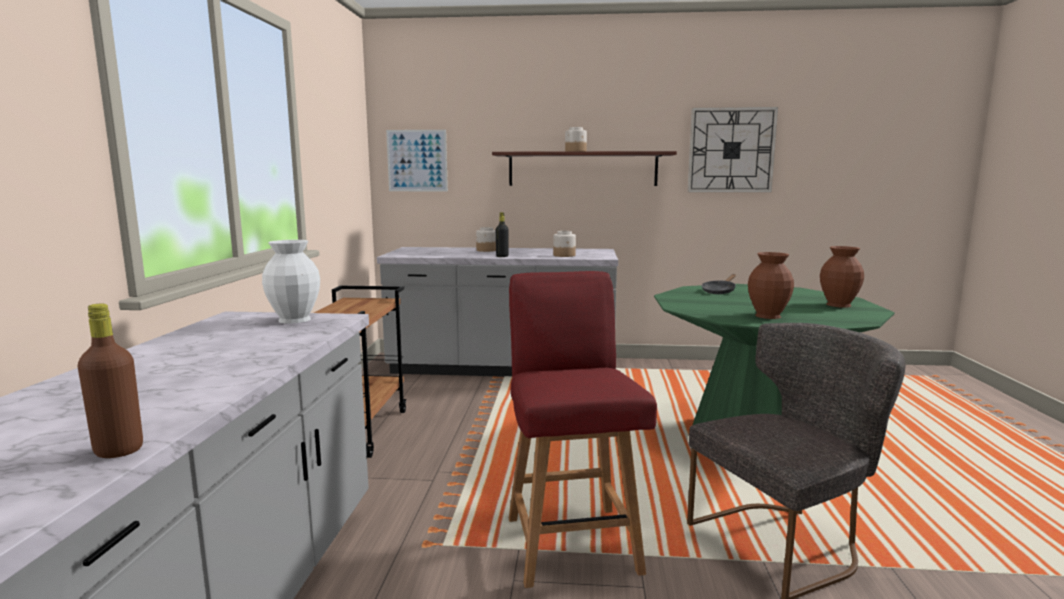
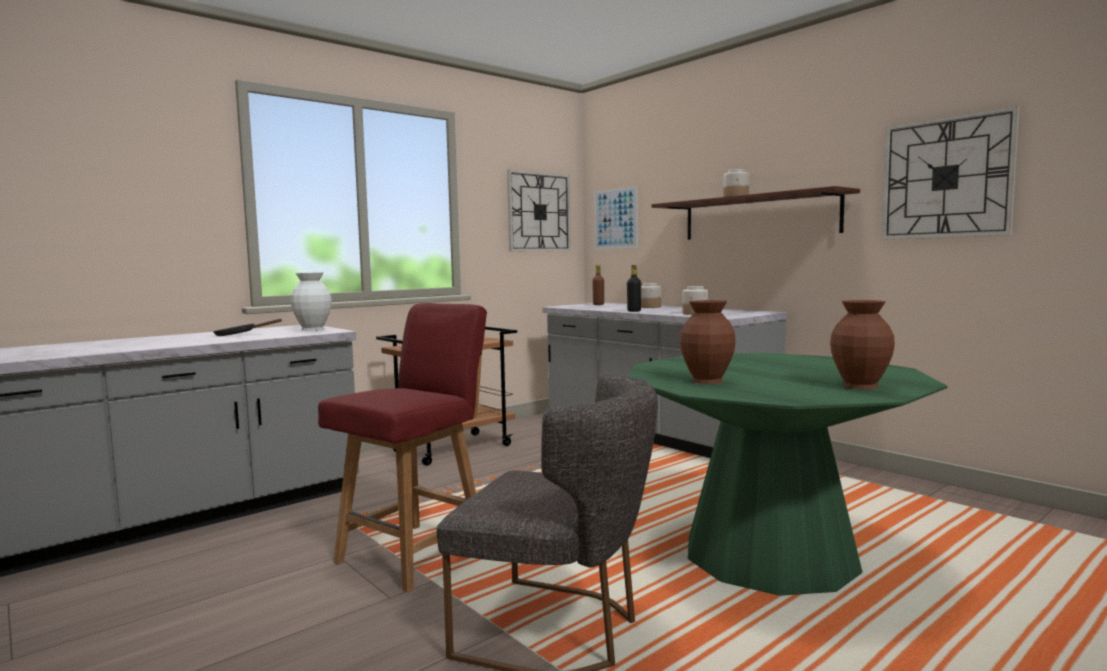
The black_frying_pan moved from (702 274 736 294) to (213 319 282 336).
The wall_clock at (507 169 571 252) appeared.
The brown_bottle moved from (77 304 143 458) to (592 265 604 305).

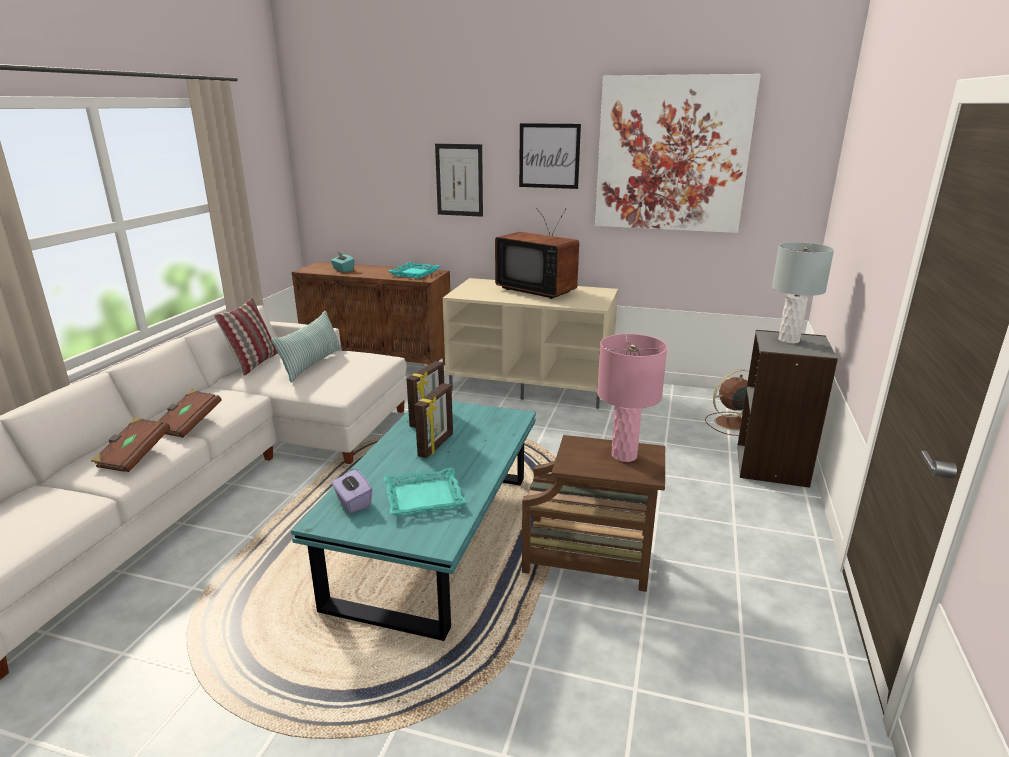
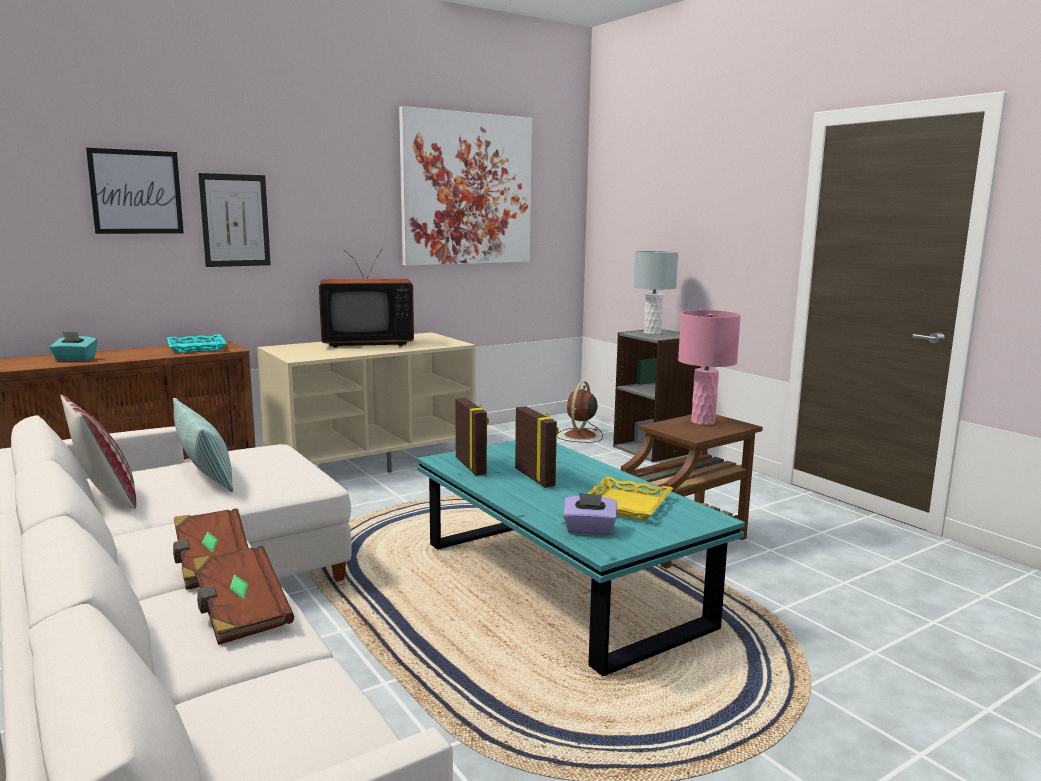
The picture moved from (519 123 581 189) to (86 148 184 234).
The turquoise_tray at (384 468 466 516) became the yellow_tray at (588 477 673 521).

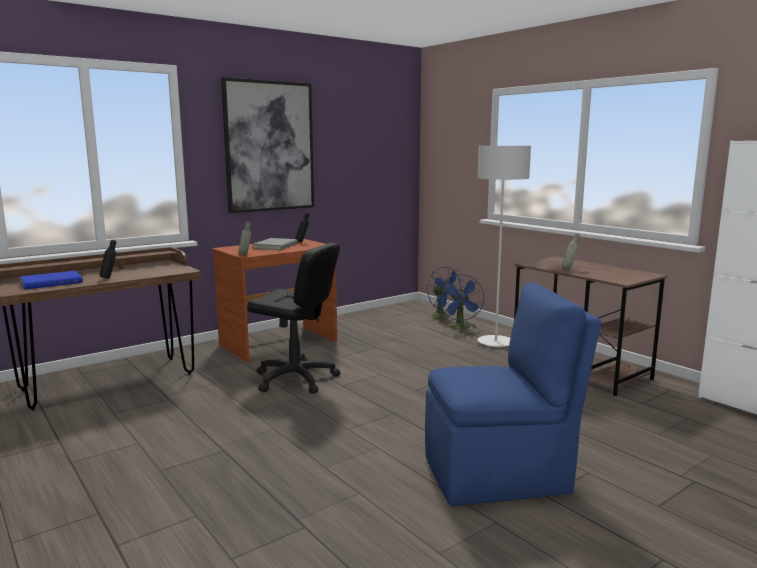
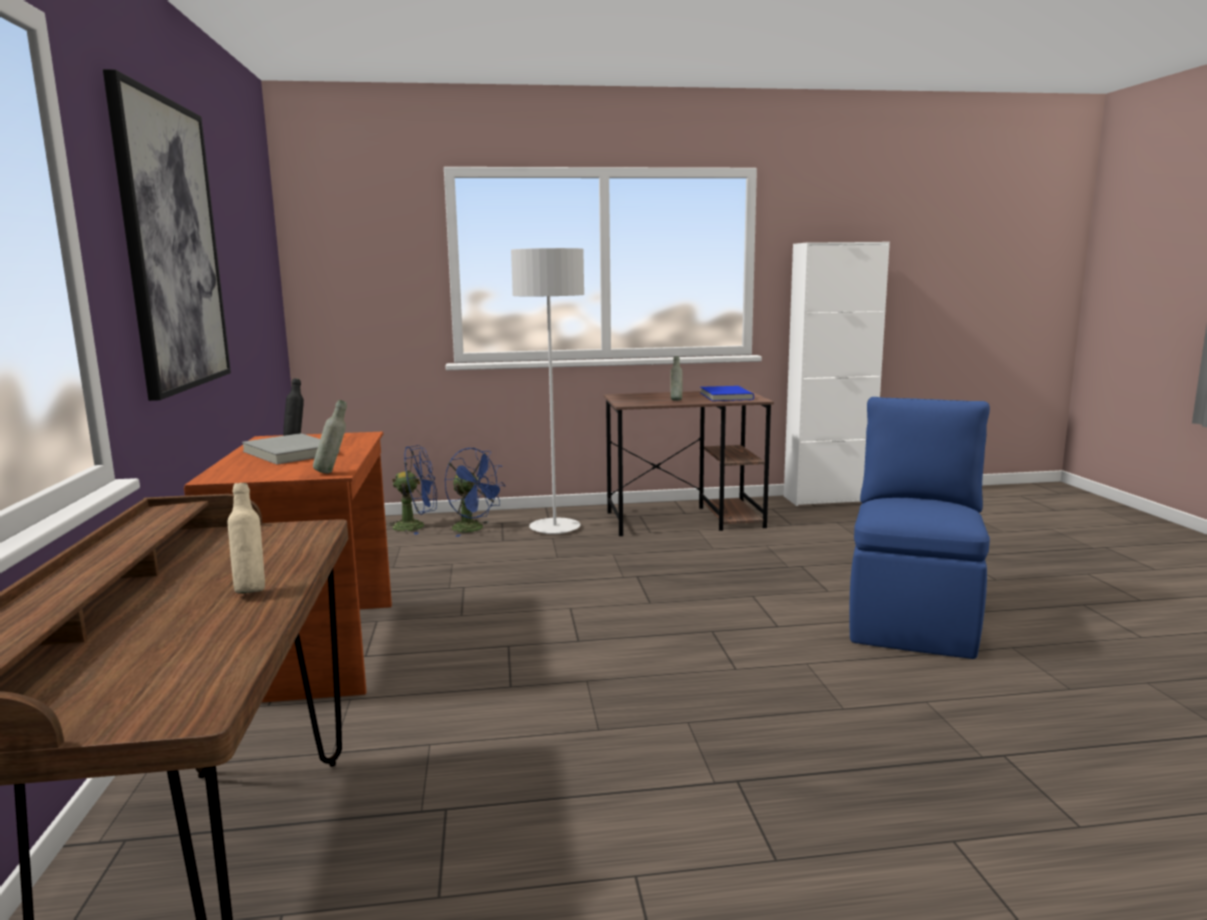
The black_bottle at (99 240 116 279) became the beige_bottle at (228 483 265 593).
The blue_book moved from (20 271 83 289) to (701 386 754 401).
The black_office_chair at (247 243 340 394) disappeared.

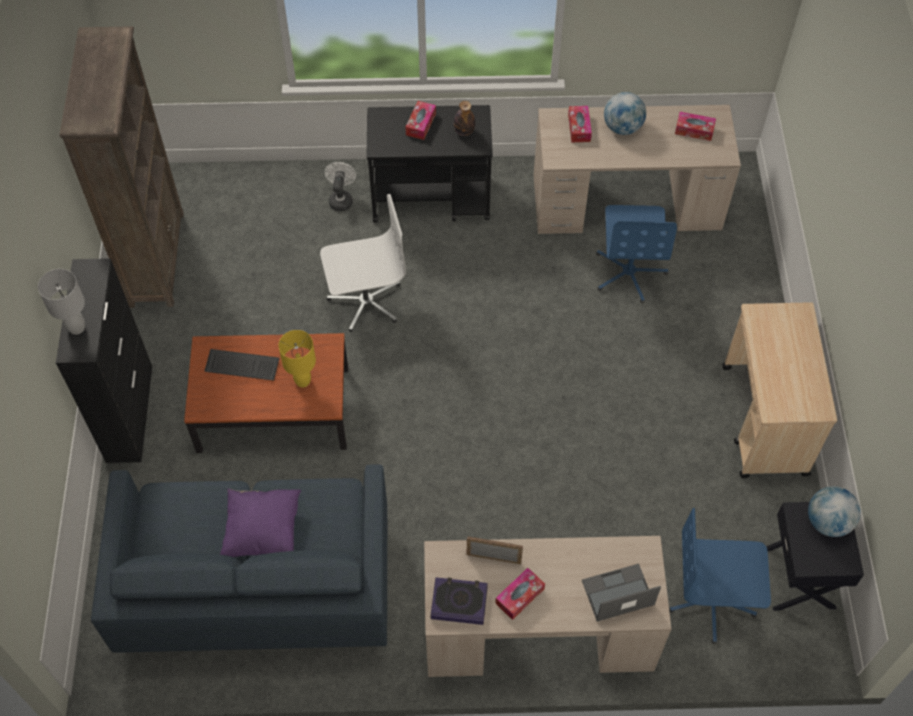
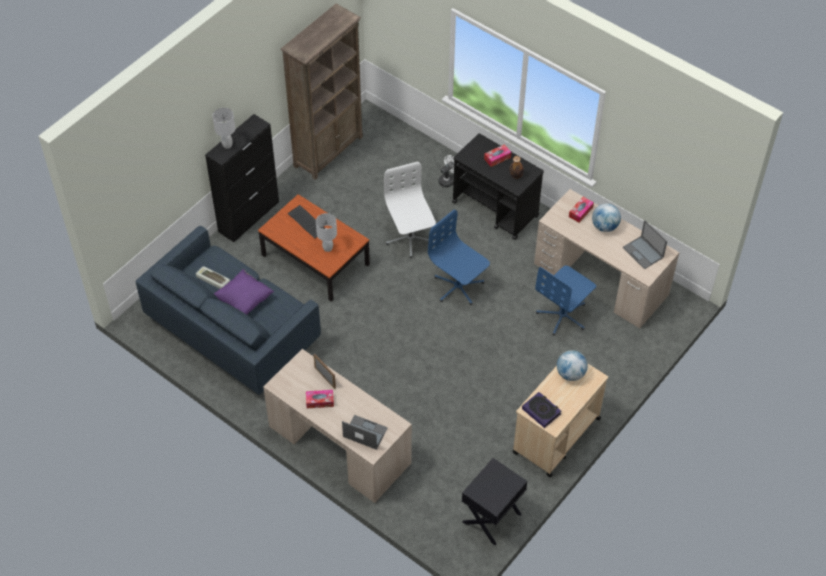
The keyboard at (196 266 230 289) appeared.
The yellow_table_lamp at (279 330 316 388) became the white_table_lamp at (316 213 337 252).
The white_office_chair at (320 194 406 332) turned 135 degrees counterclockwise.
The blue_office_chair moved from (669 508 771 644) to (428 210 490 305).
The book moved from (430 577 488 625) to (522 392 562 428).
The globe moved from (808 486 861 537) to (557 350 588 381).
The tissue_box at (675 112 716 141) was replaced by the laptop at (623 220 667 269).

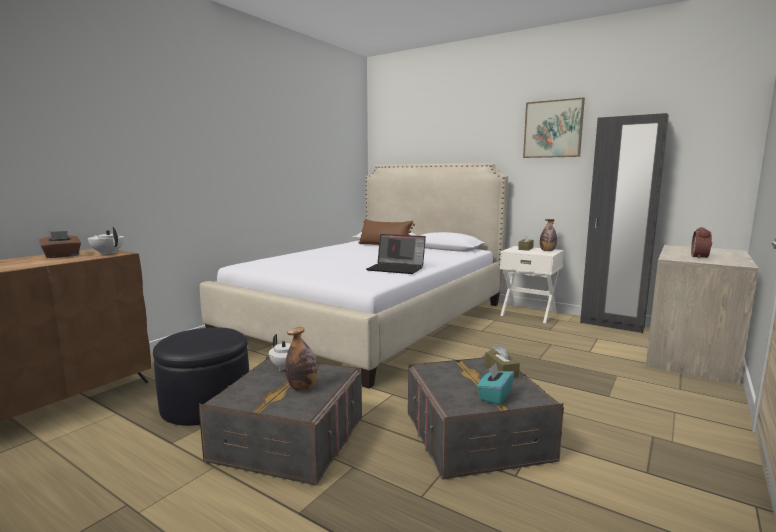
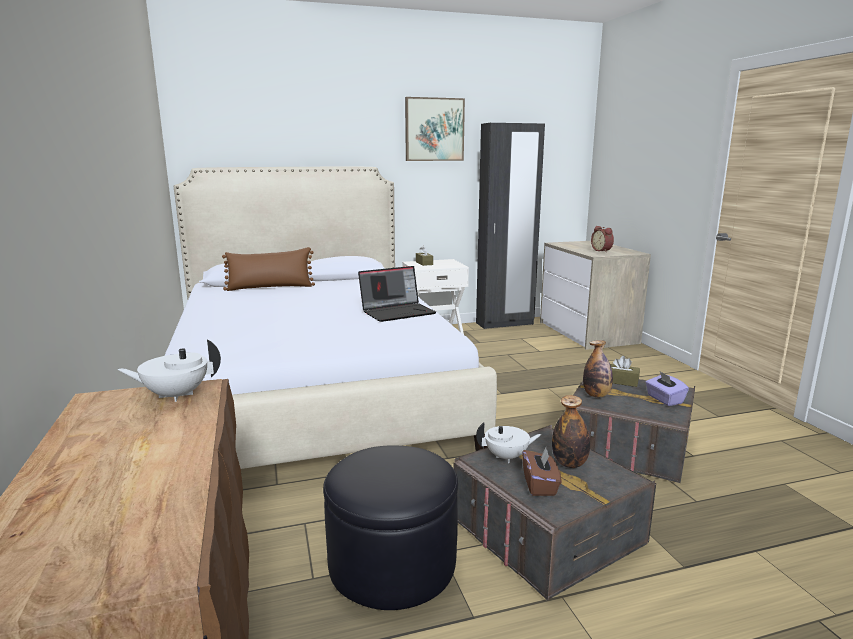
The brown_tissue_box moved from (39 231 81 258) to (522 448 562 496).
The bottle moved from (540 219 557 251) to (583 340 613 397).
The turquoise_tissue_box at (477 363 514 405) became the purple_tissue_box at (646 371 689 406).

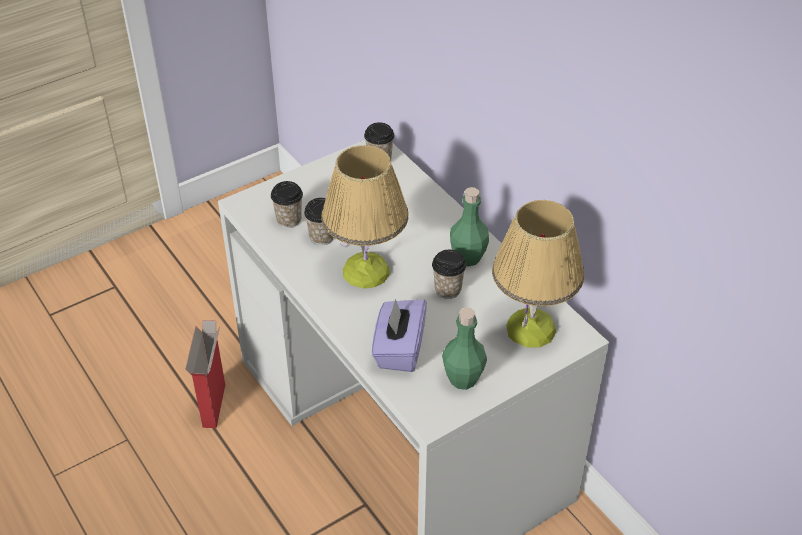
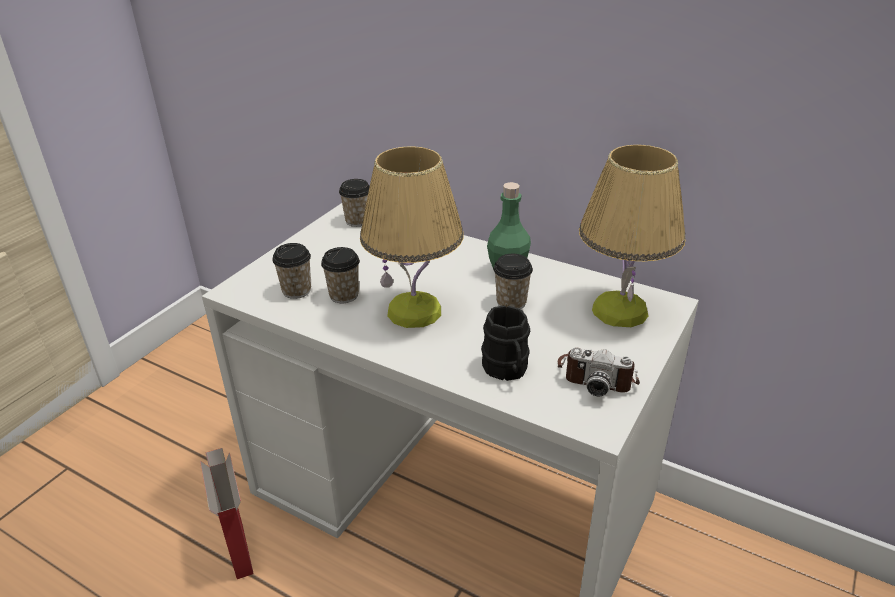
The purple_tissue_box at (372 299 427 372) was replaced by the black_mug at (481 305 530 381).
The green_bottle at (442 307 487 390) was replaced by the photo_camera at (558 347 640 396).

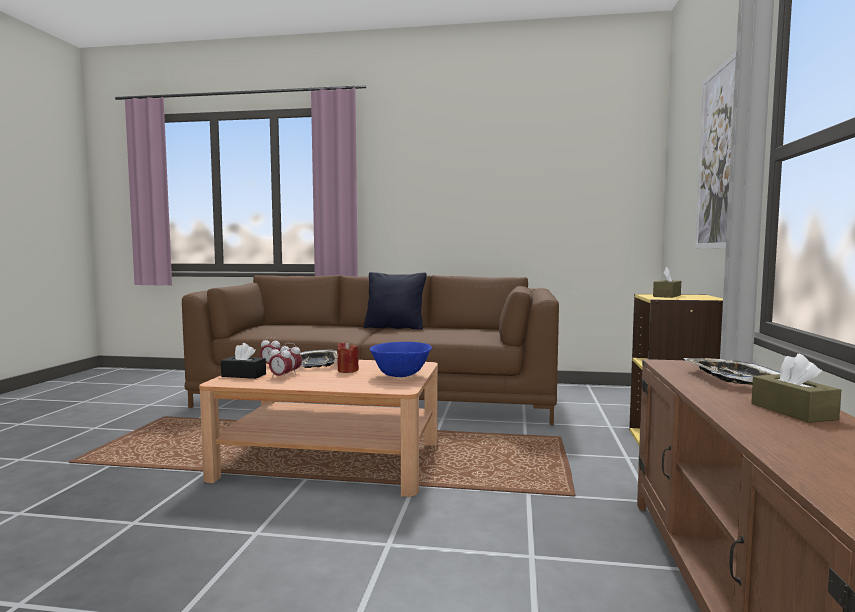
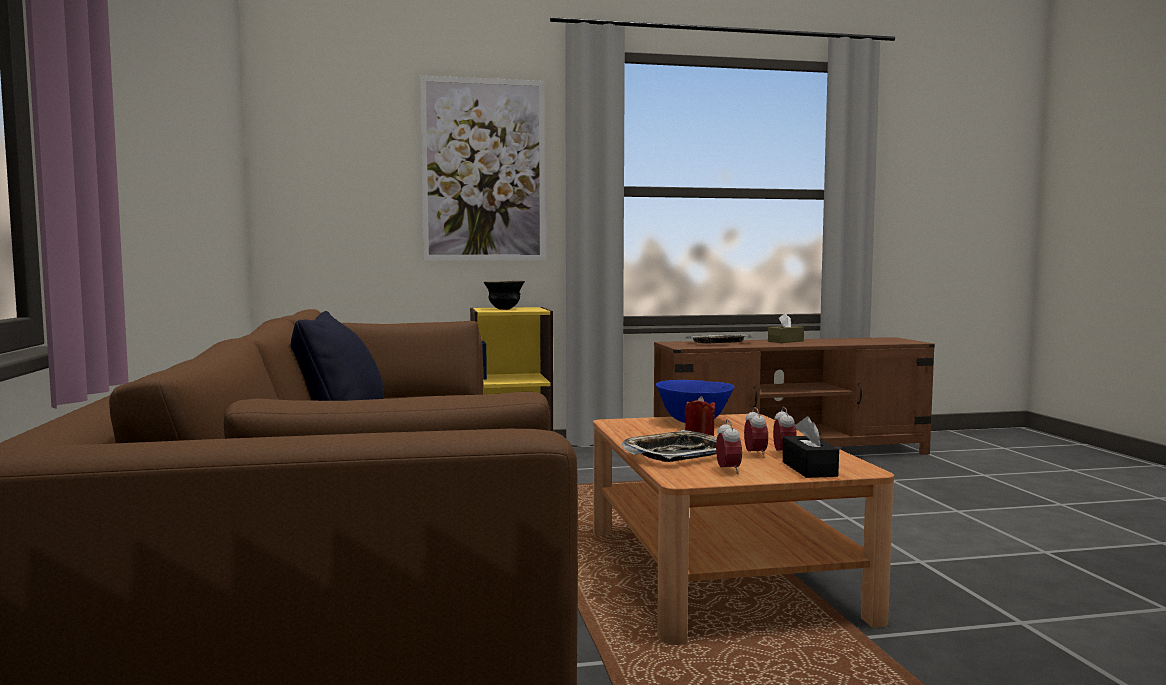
The brown_tissue_box at (653 267 681 298) was replaced by the black_bowl at (484 281 525 310).

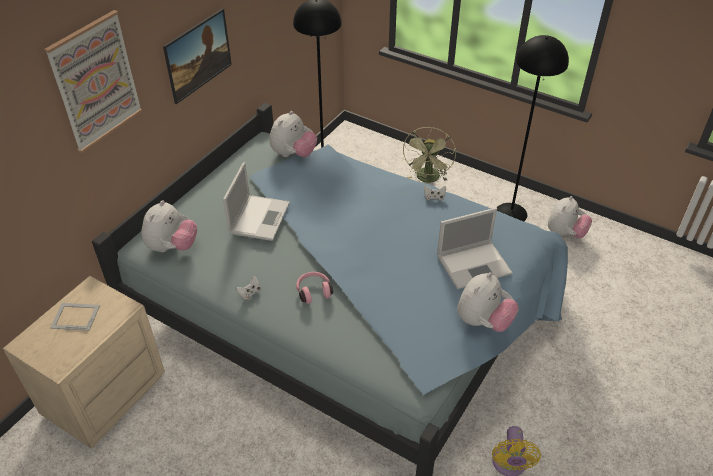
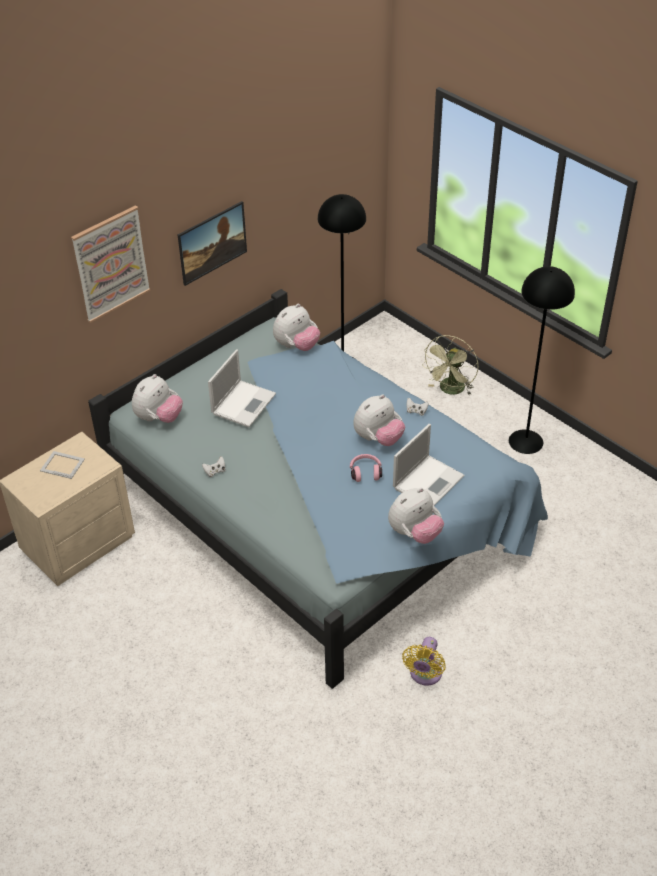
The pink_headphones moved from (296 272 333 304) to (350 454 382 482).
The plush_toy moved from (548 196 592 238) to (353 394 405 446).
The laptop at (437 208 513 289) turned 45 degrees counterclockwise.

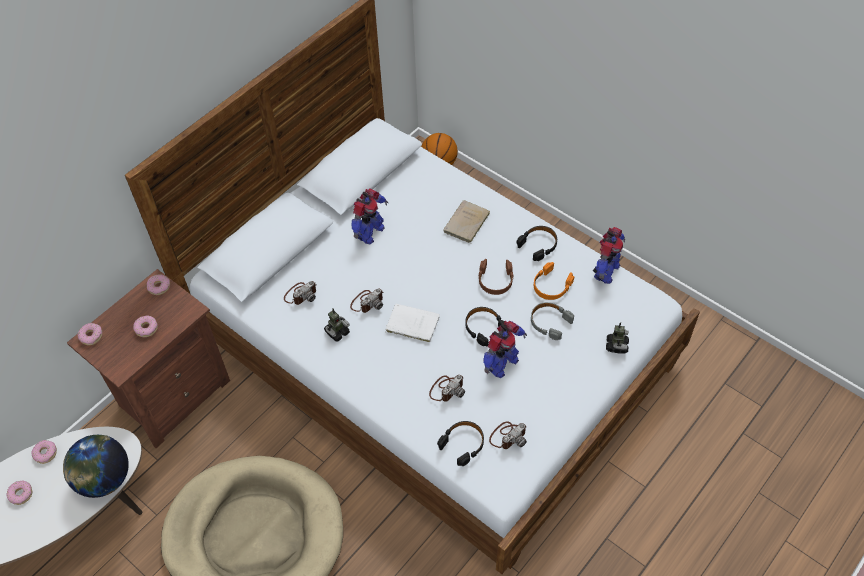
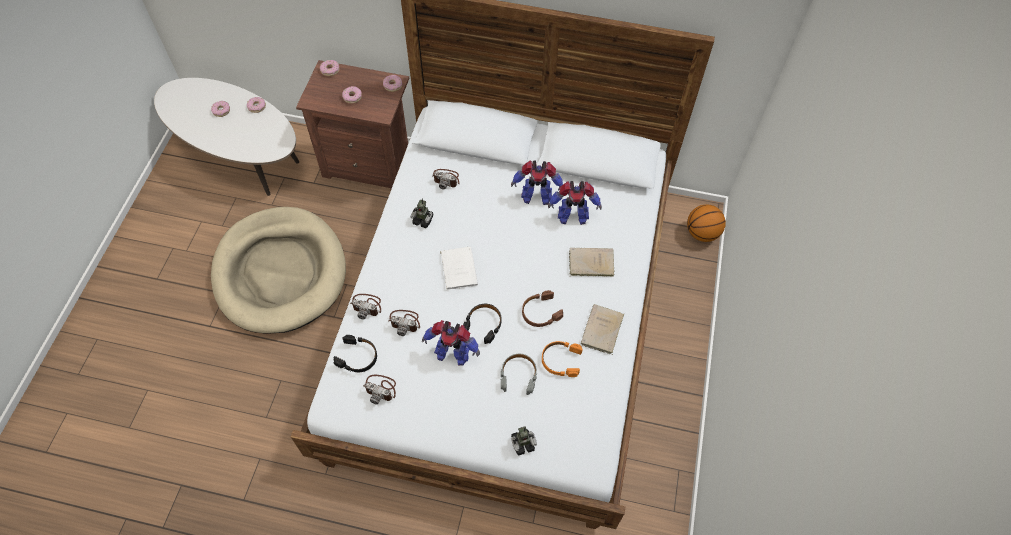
The photo_camera moved from (350 289 383 313) to (350 294 381 320).
The toy_robot moved from (593 227 625 284) to (548 181 602 225).
The black_headphones at (517 226 557 261) was replaced by the beige_book at (581 304 624 355).
The globe at (63 435 129 498) disappeared.

